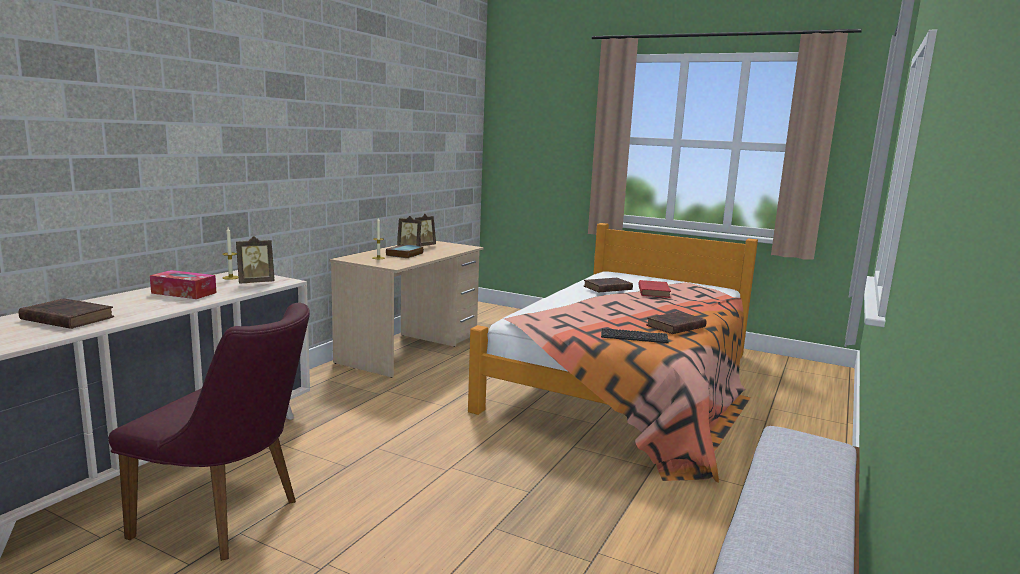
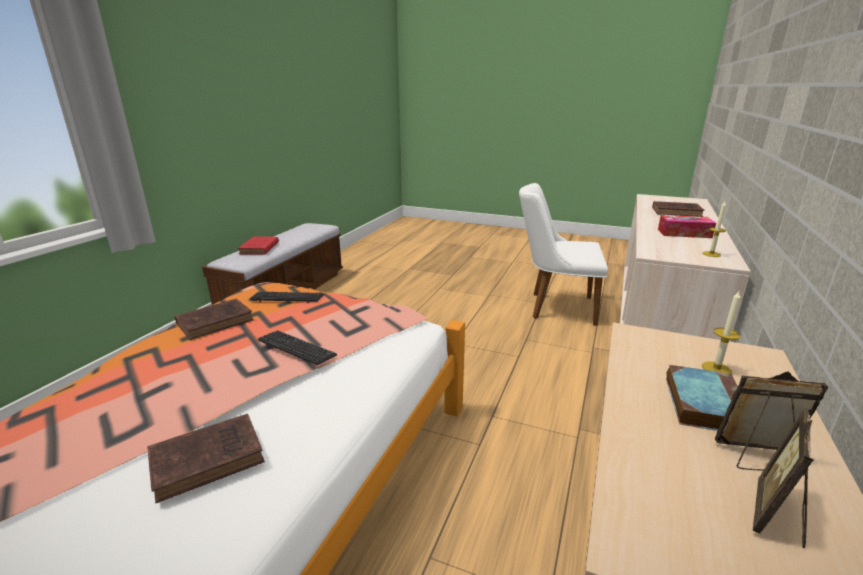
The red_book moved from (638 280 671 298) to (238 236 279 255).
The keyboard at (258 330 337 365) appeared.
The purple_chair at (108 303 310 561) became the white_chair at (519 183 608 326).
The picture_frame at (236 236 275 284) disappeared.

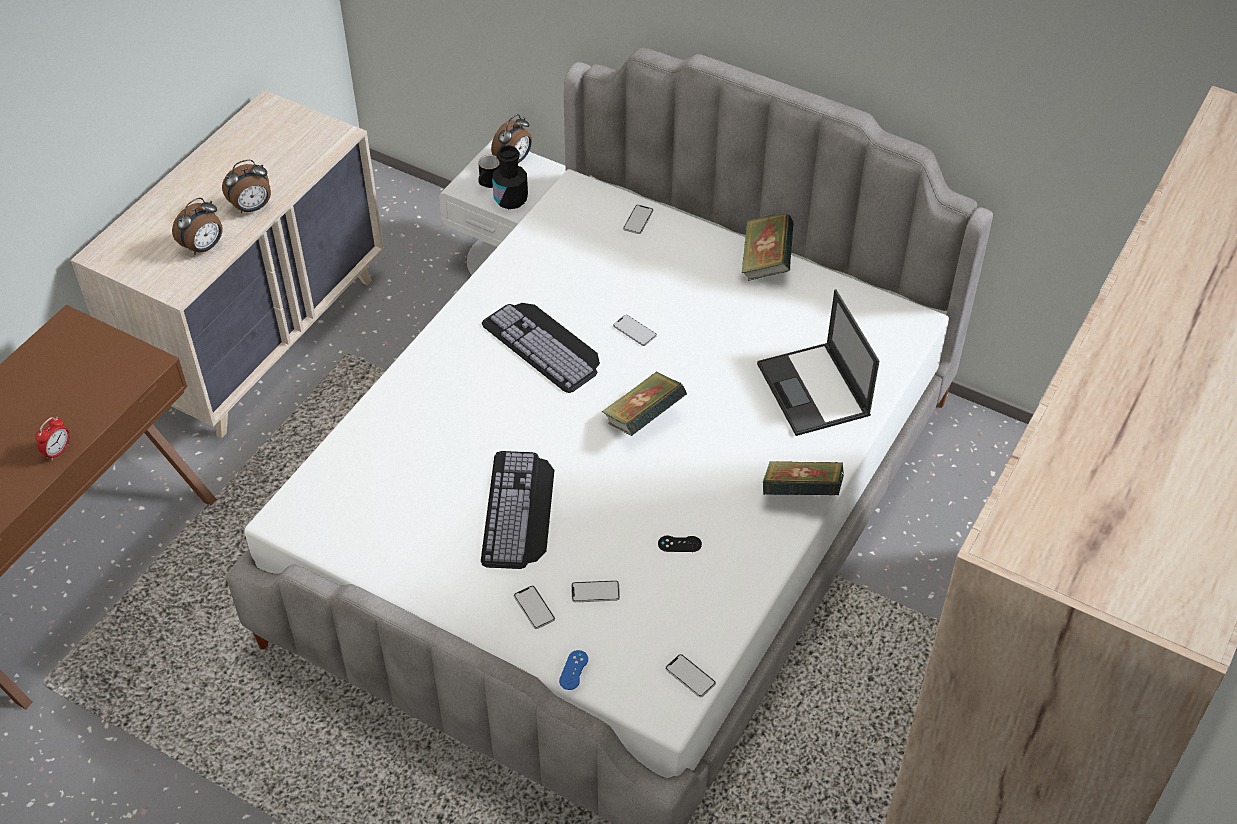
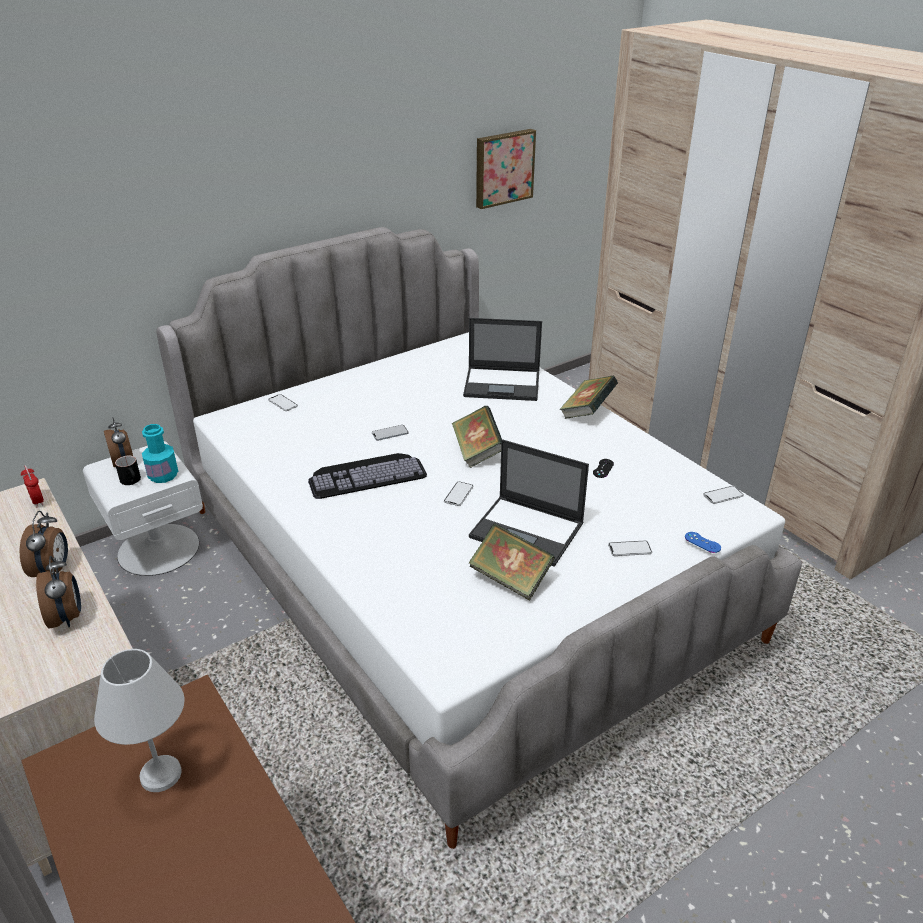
The alarm_clock moved from (35 417 70 461) to (21 465 44 507).
The white_table_lamp at (94 649 184 792) appeared.
The black_bottle at (492 145 528 209) became the turquoise_bottle at (142 424 178 483).
The phone moved from (571 580 620 602) to (444 481 474 506).
The keyboard at (481 451 554 569) was replaced by the laptop at (469 439 589 567).
The book moved from (742 214 794 281) to (469 523 555 601).
The picture at (476 129 536 209) appeared.

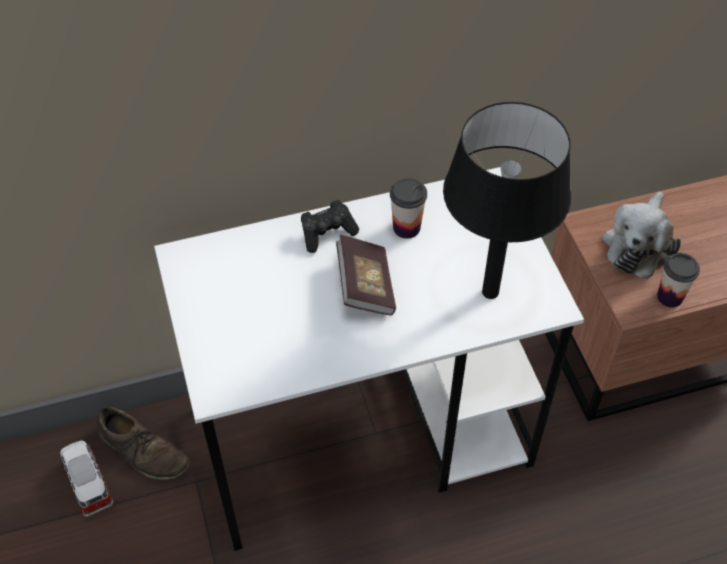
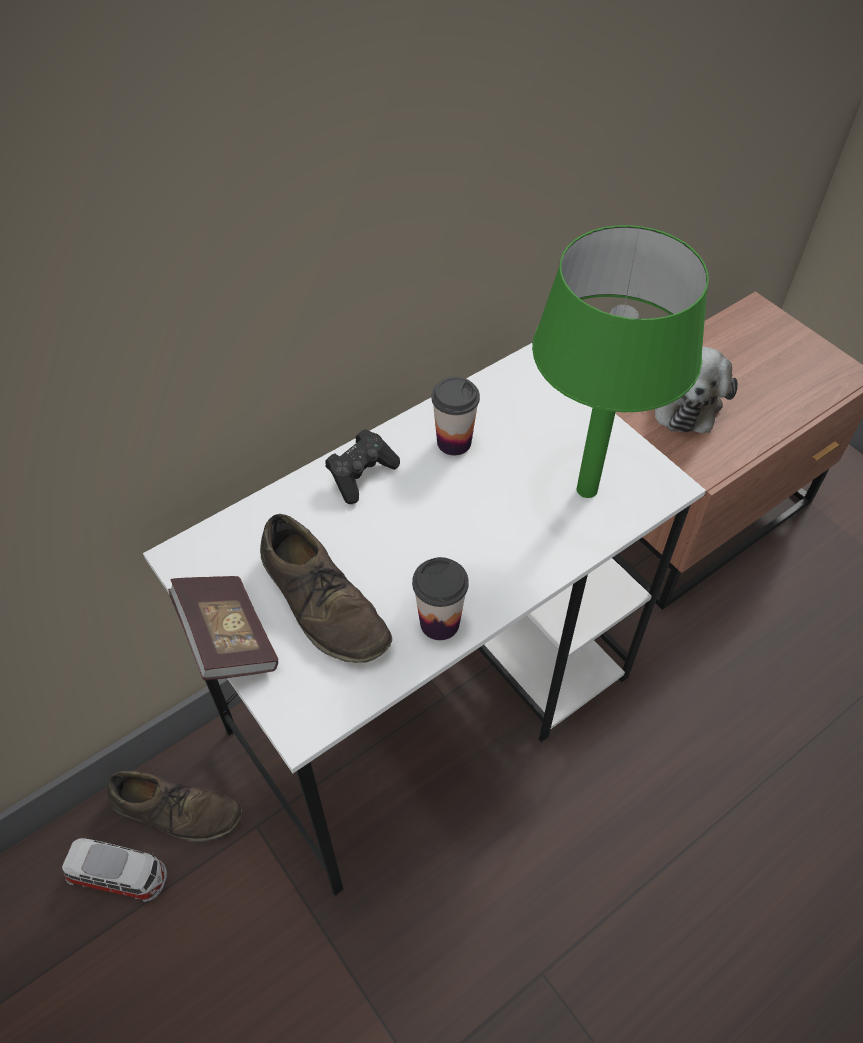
The toy_car at (61 440 113 517) turned 150 degrees clockwise.
The book moved from (336 235 396 316) to (168 576 278 680).
The brown_shoe at (260 514 392 663) appeared.
The cup moved from (657 253 700 308) to (412 557 469 640).
The black_table_lamp at (443 102 571 299) became the green_table_lamp at (532 225 709 498).

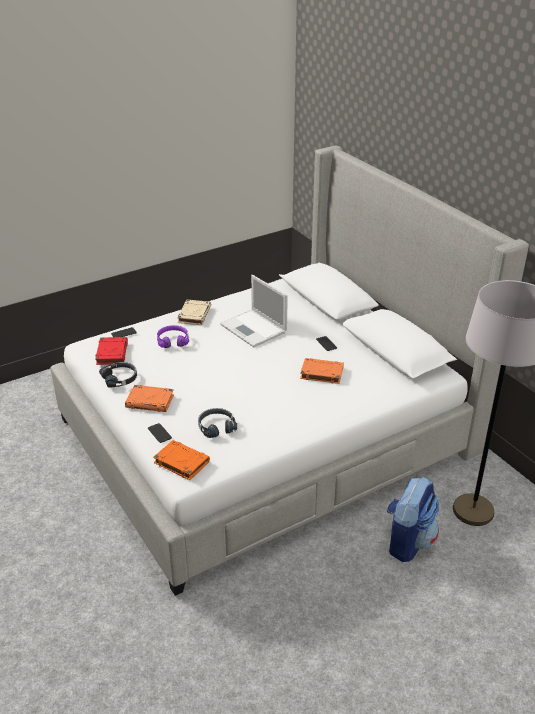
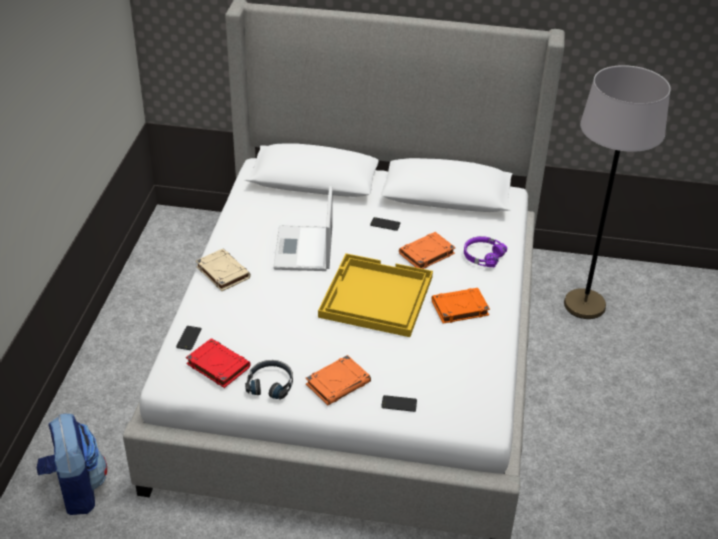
The backpack moved from (387 477 439 562) to (36 413 107 515).
The laptop at (220 275 288 347) turned 90 degrees clockwise.
The yellow_tray at (318 253 433 337) appeared.
The orange_book moved from (153 440 210 480) to (432 288 490 324).
The purple_headphones moved from (157 325 189 348) to (464 236 507 267).
The black_headphones at (198 408 237 438) disappeared.

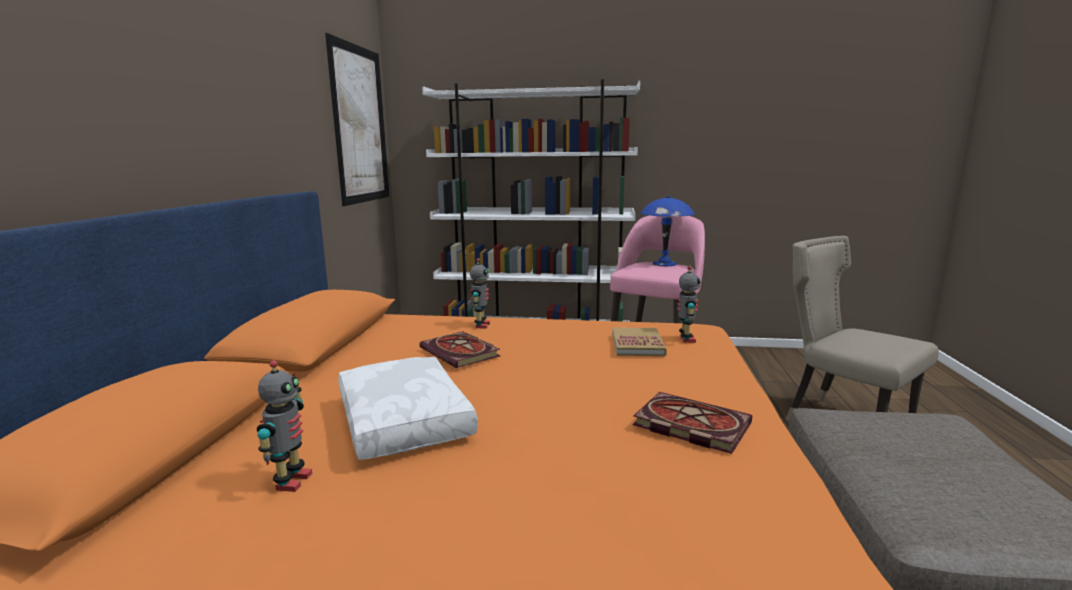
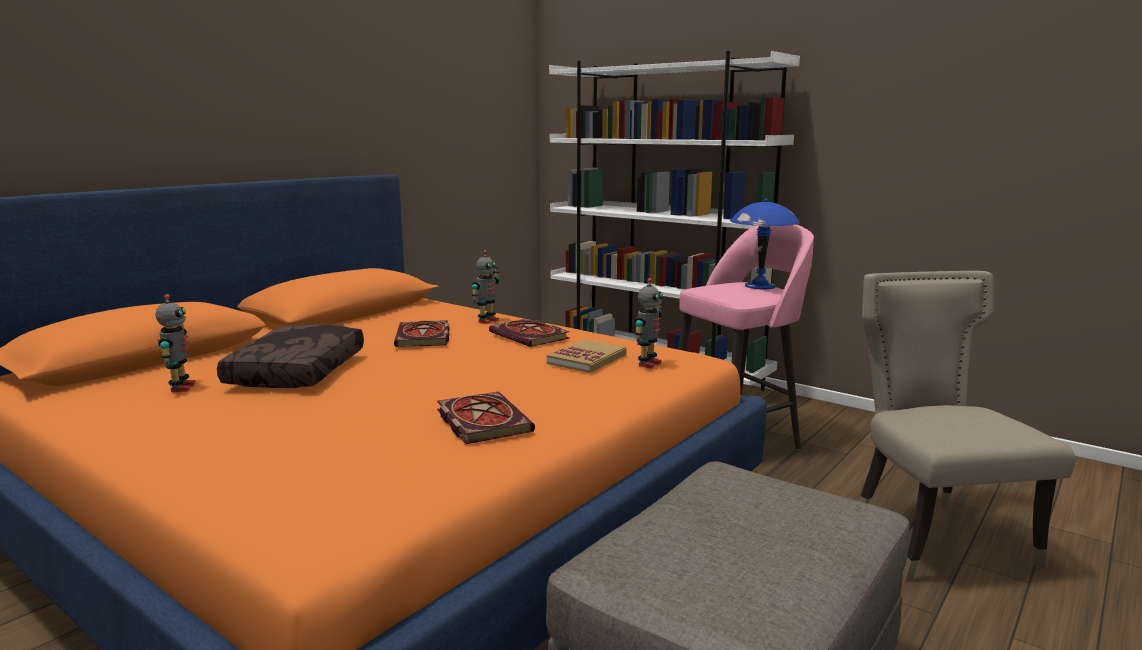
The toy_robot at (257 360 312 492) turned 45 degrees counterclockwise.
The white_pillow at (338 357 478 460) became the brown_pillow at (217 324 364 388).
The book at (489 318 570 347) appeared.
The picture at (325 33 390 206) disappeared.

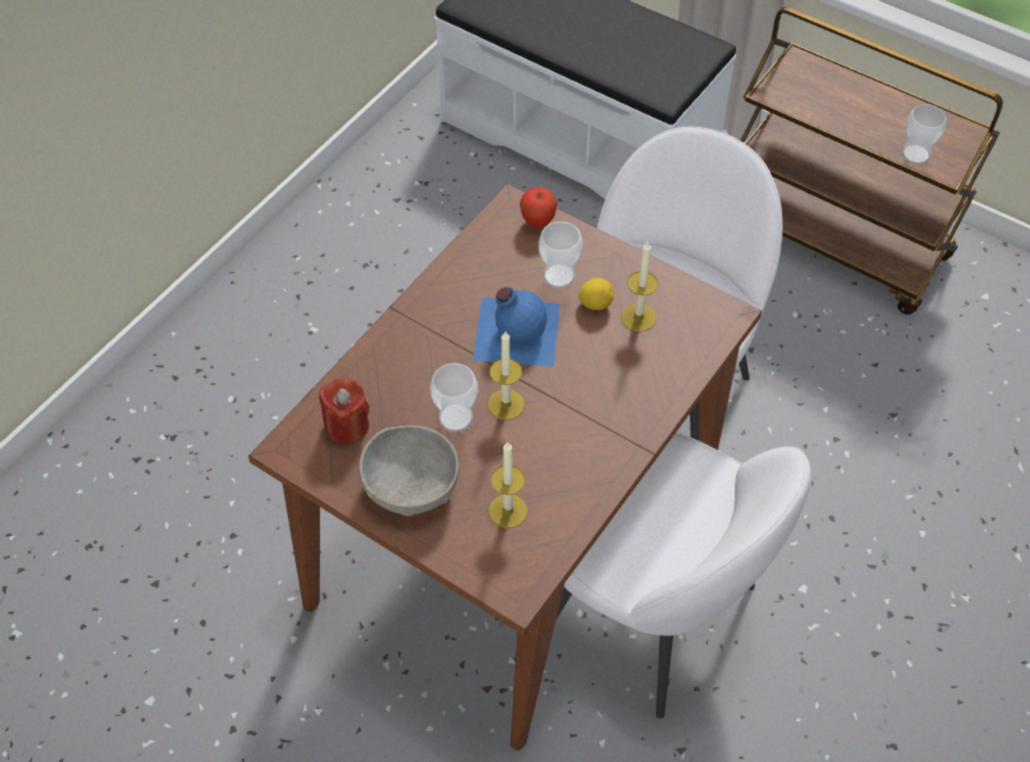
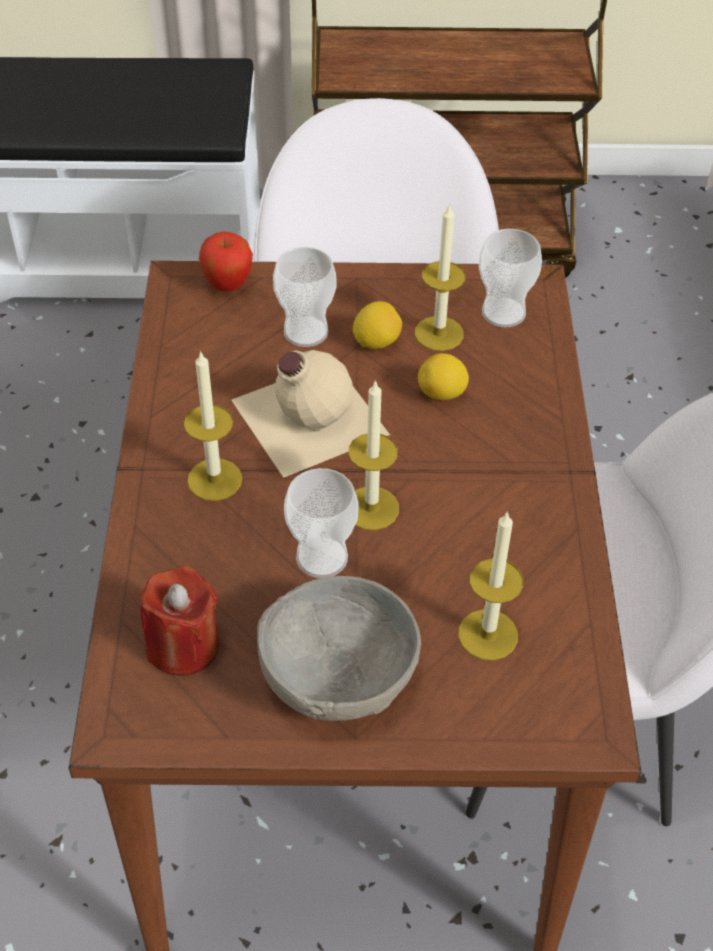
The candle at (184 350 242 501) appeared.
The blue_bottle at (473 287 560 367) became the beige_bottle at (232 350 390 478).
The lemon at (418 353 469 400) appeared.
The cup moved from (903 104 946 164) to (479 229 542 327).

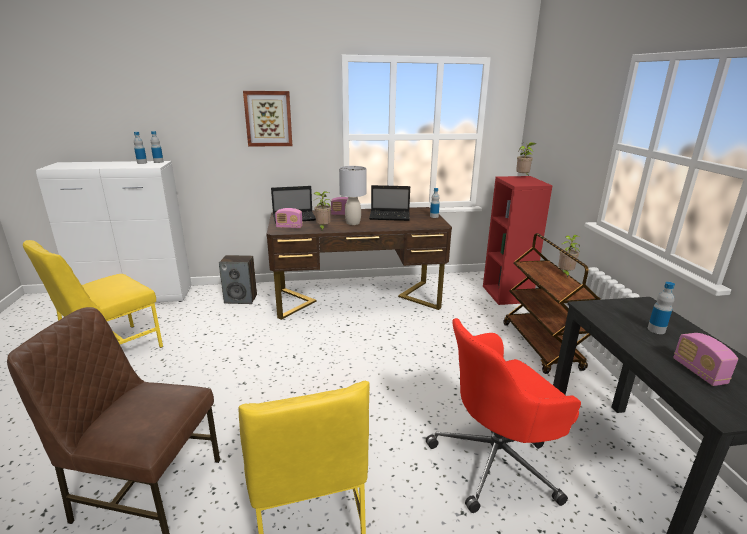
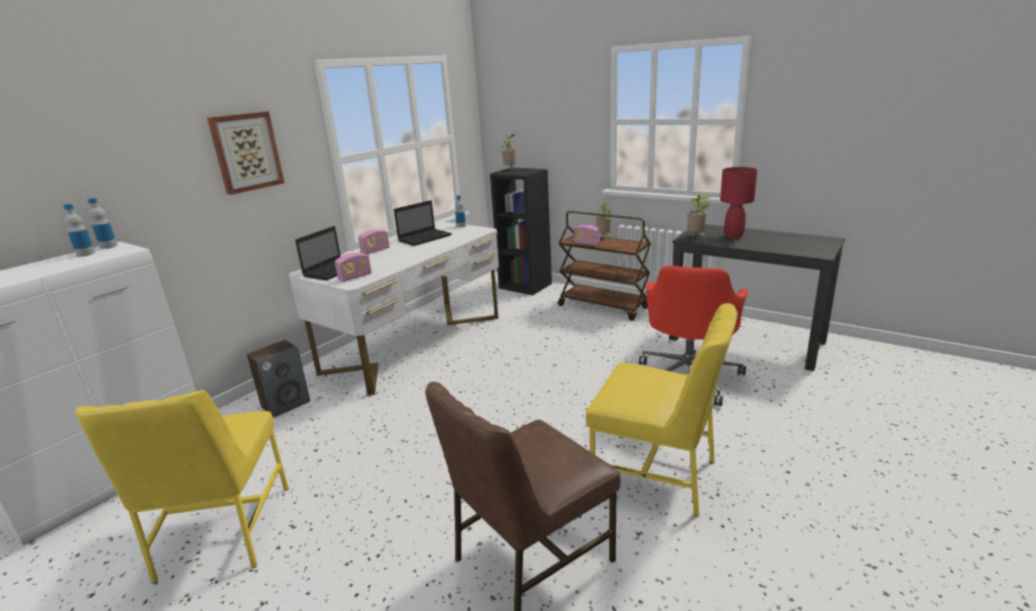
The brown_desk at (266 207 452 320) became the white_desk at (289 221 499 396).
The red_bookcase at (483 176 553 305) became the black_bookcase at (490 167 552 295).
The radio moved from (673 333 738 386) to (574 225 600 246).
The potted_plant moved from (314 191 331 232) to (687 194 710 237).
The bottle at (648 282 675 334) was replaced by the red_table_lamp at (720 167 758 238).
The grey_table_lamp at (339 166 367 225) disappeared.

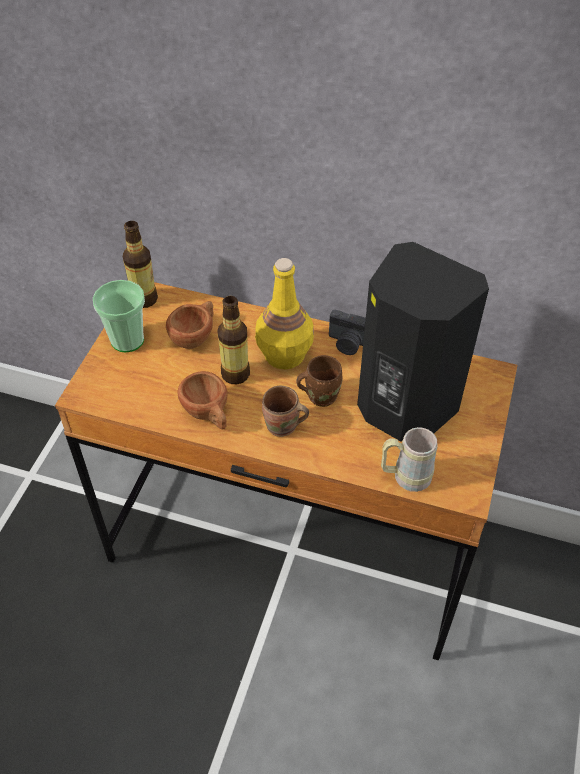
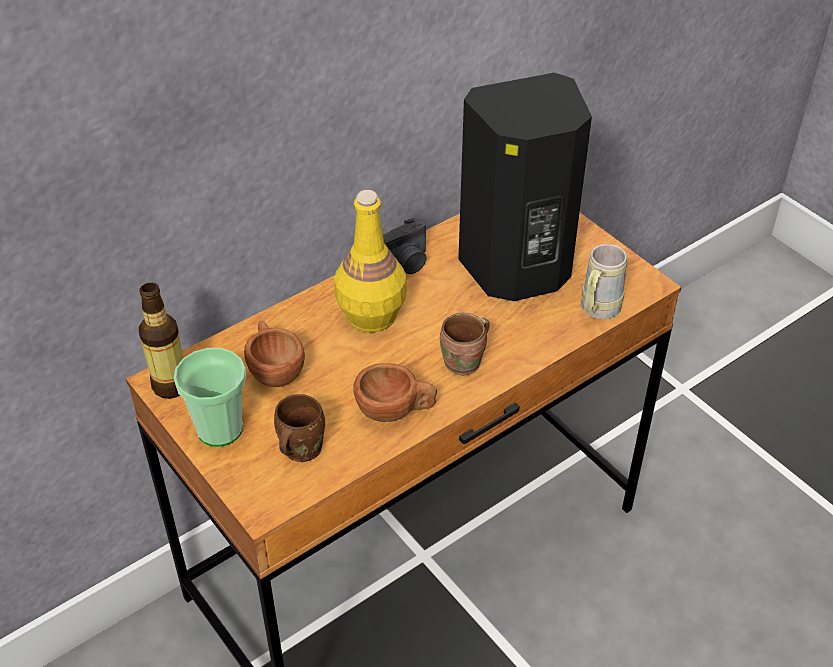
The brown_mug moved from (296 355 342 407) to (274 394 325 462).
The bottle at (217 296 250 384) disappeared.

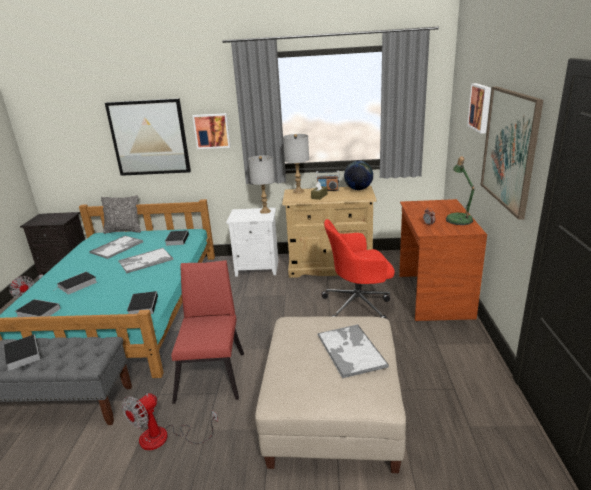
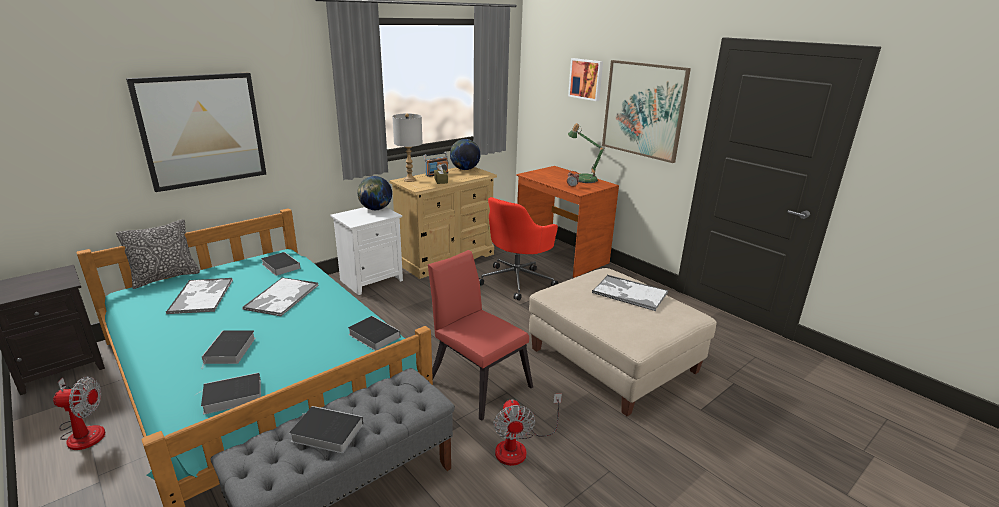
The grey_table_lamp at (248 155 275 214) was replaced by the globe at (357 176 392 210).
The picture at (192 113 231 149) disappeared.

